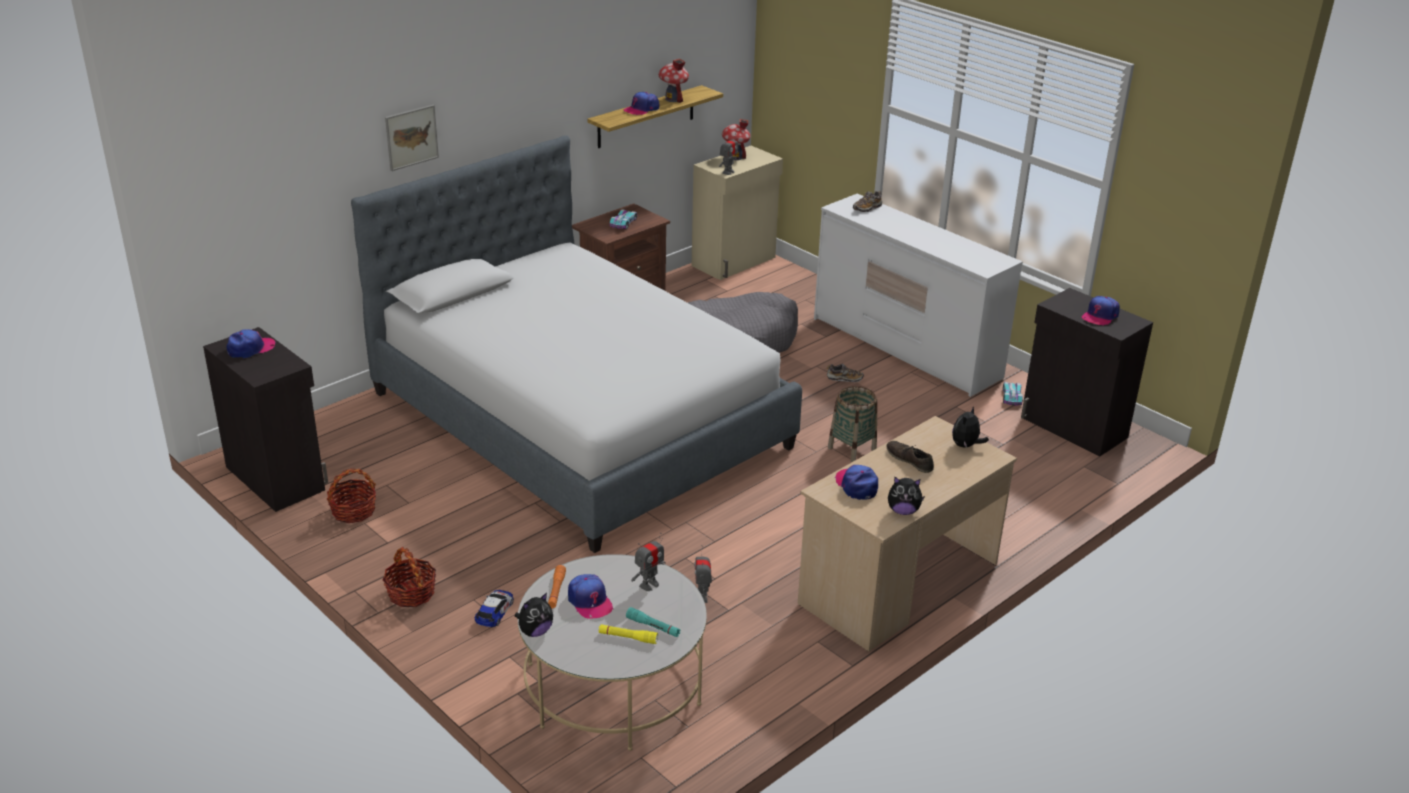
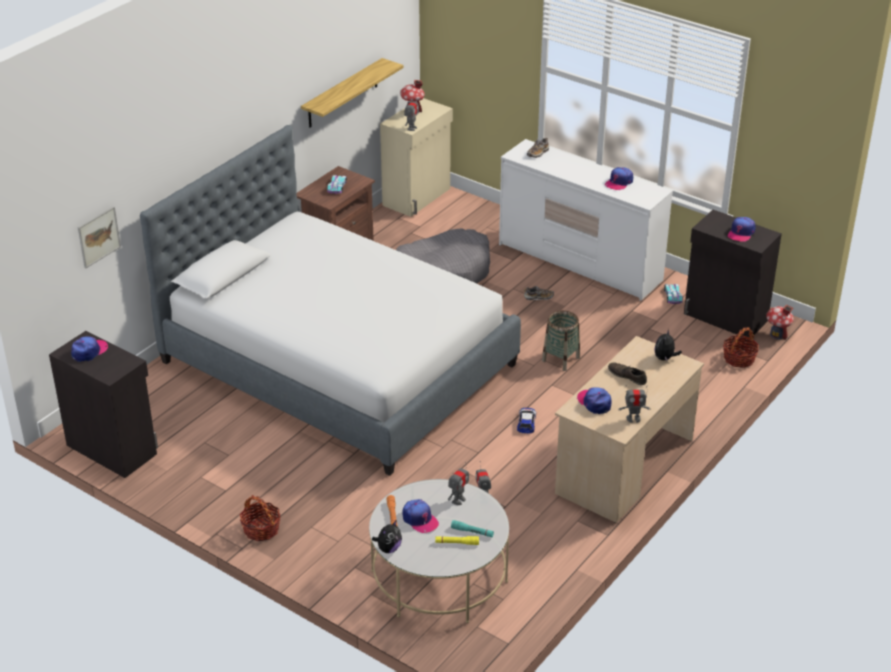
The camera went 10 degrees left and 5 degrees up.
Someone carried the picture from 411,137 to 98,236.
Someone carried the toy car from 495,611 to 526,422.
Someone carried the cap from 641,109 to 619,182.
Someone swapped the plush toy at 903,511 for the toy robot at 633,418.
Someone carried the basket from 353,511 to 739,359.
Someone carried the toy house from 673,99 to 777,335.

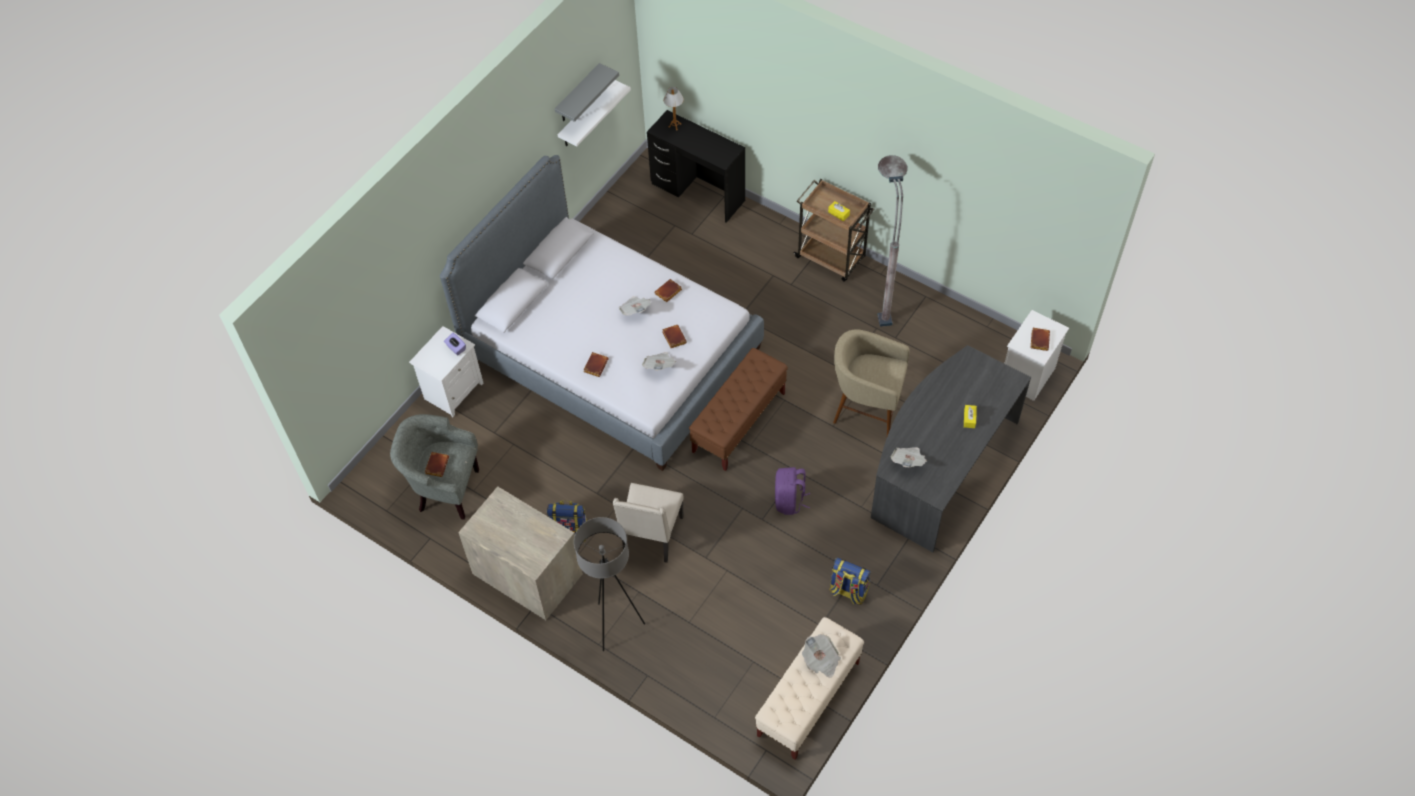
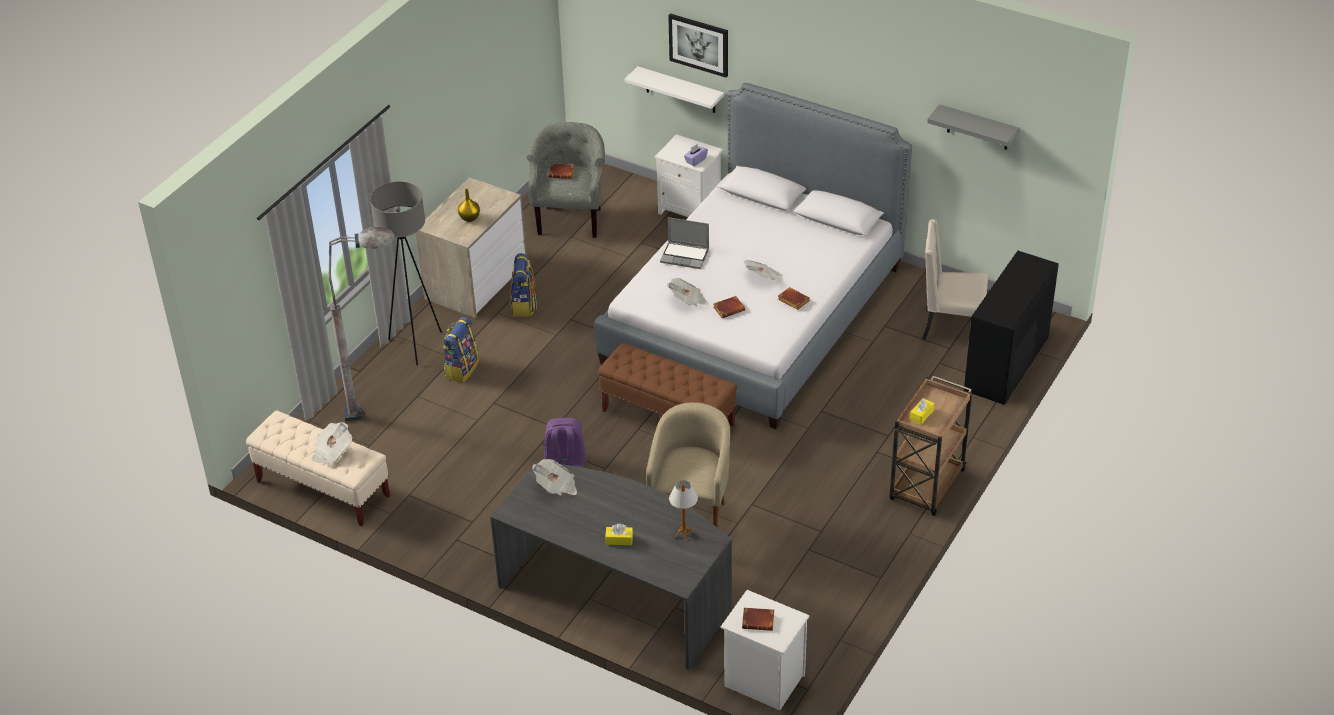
The camera went 85 degrees right and 15 degrees down.
Someone carried the grey floor lamp from 880,297 to 387,411.
Someone carried the backpack from 848,591 to 461,369.
Someone put down the yellow vase at 470,218.
Someone carried the white shelf from 586,114 to 680,90.
Someone swapped the brown book at 595,365 for the laptop at 685,256.
Someone put up the picture at 699,44.
Someone carried the table lamp from 675,125 to 684,534.
Someone carried the beige chair from 652,536 to 950,327.

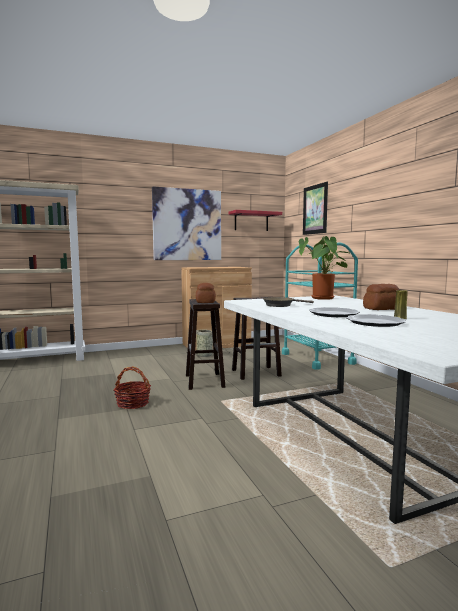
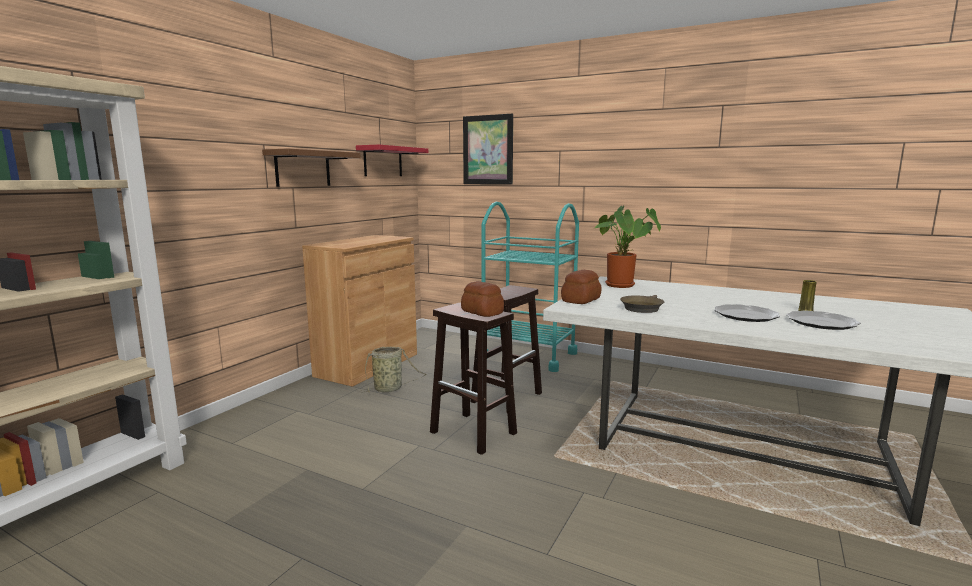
The camera went 40 degrees left and 5 degrees up.
Someone swapped the picture at 187,225 for the brown shelf at 303,168.
Someone carried the bread from 381,308 to 580,300.
Someone took away the basket at 133,403.

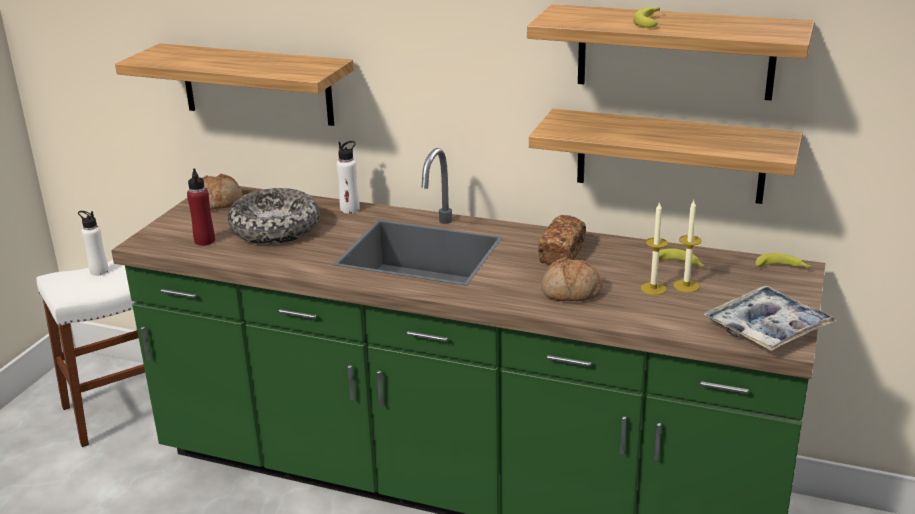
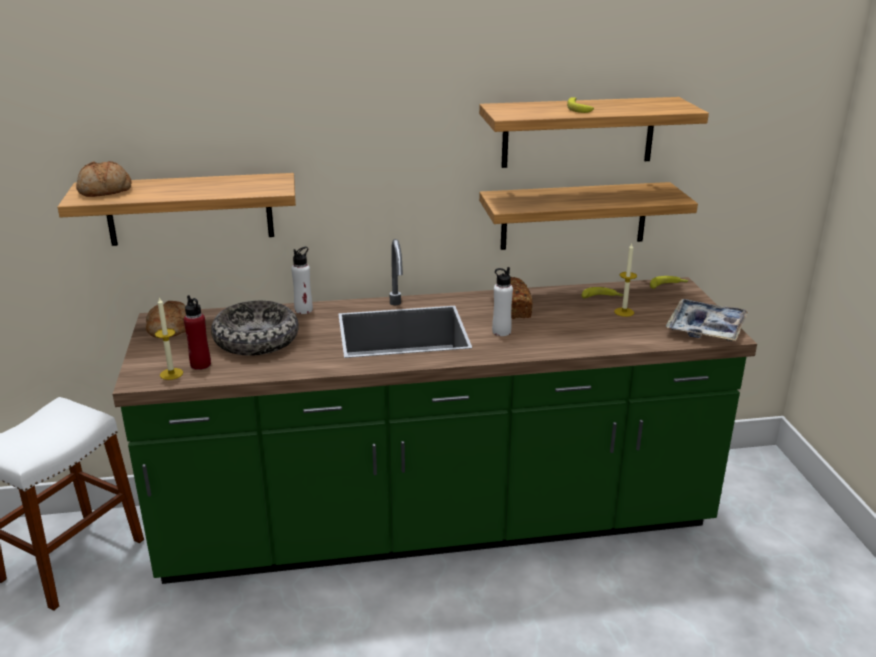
The camera went 30 degrees left and 0 degrees up.
Someone carried the bread from 570,292 to 104,191.
Someone carried the candle from 653,289 to 171,374.
Someone carried the white bottle from 99,271 to 501,332.

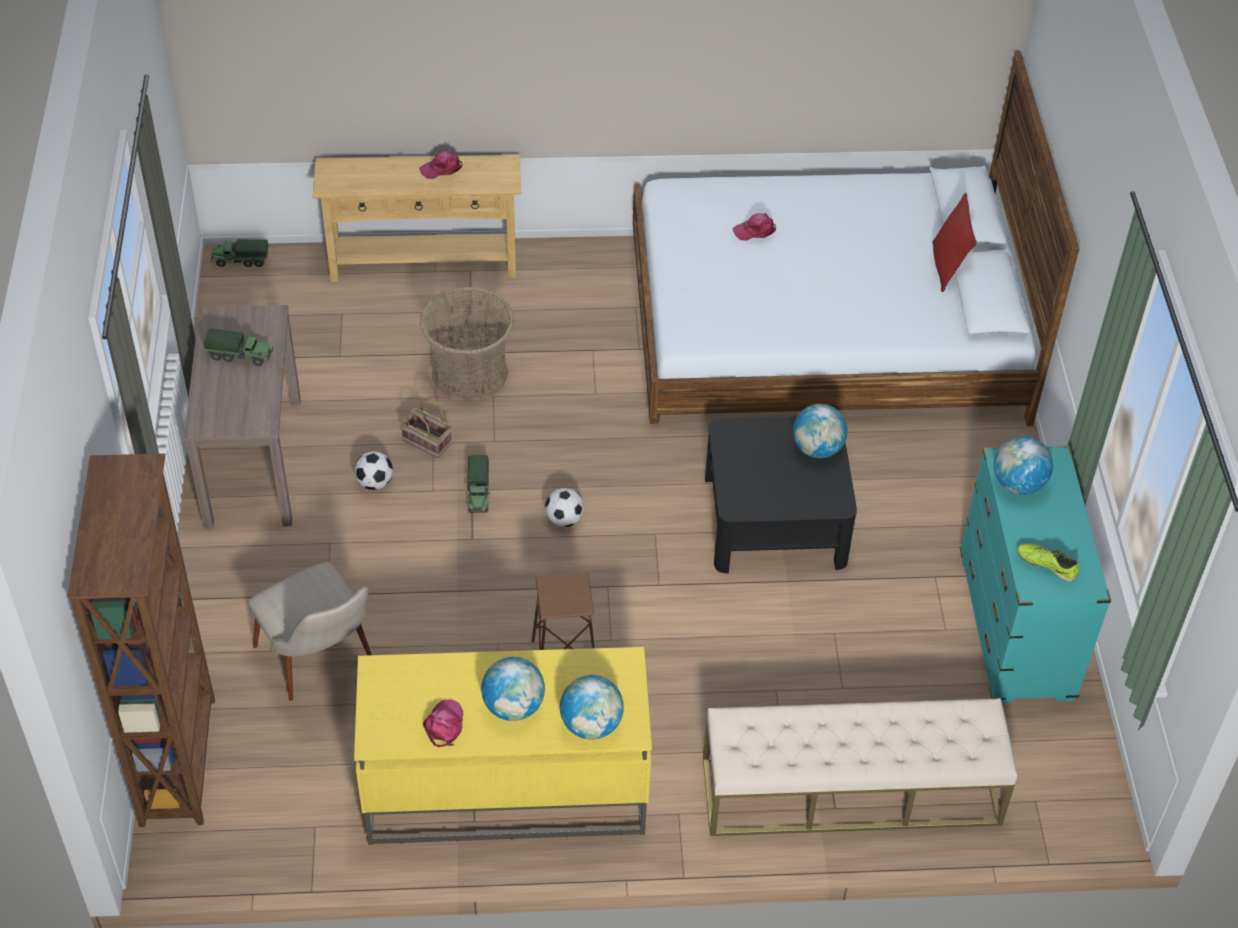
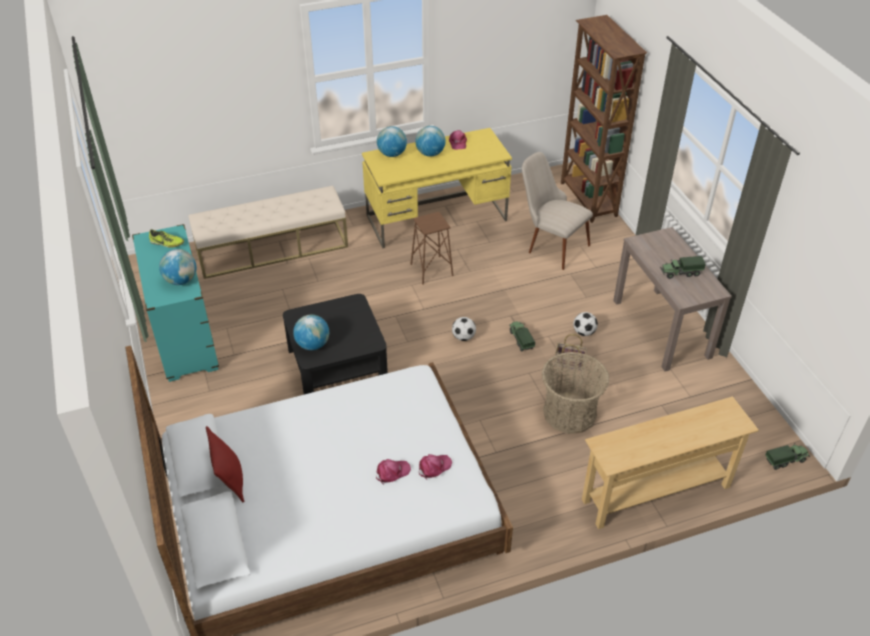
The camera went 165 degrees right and 5 degrees down.
Someone carried the pink cap from 442,168 to 434,467.

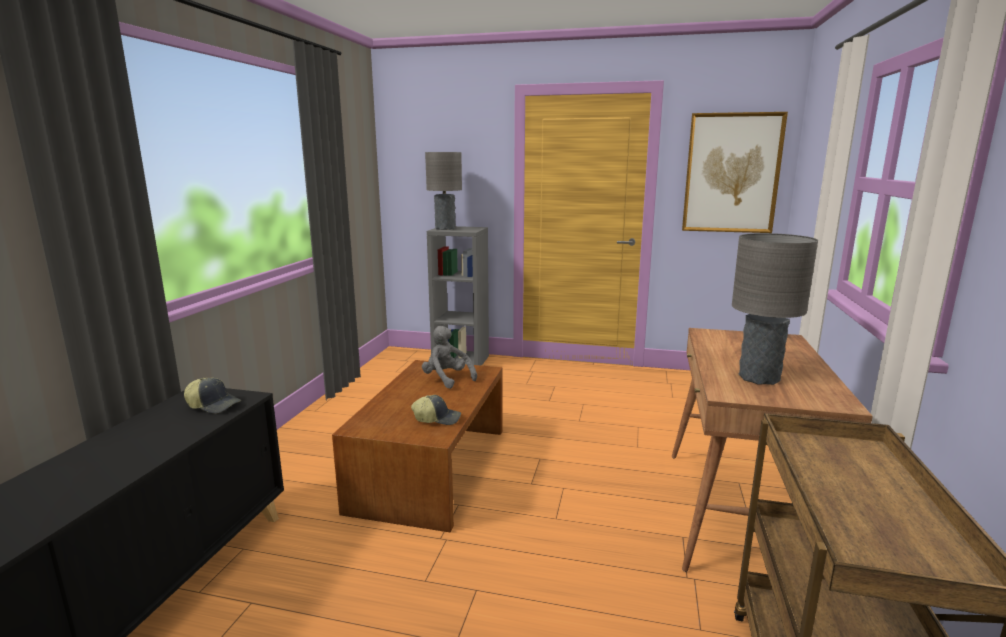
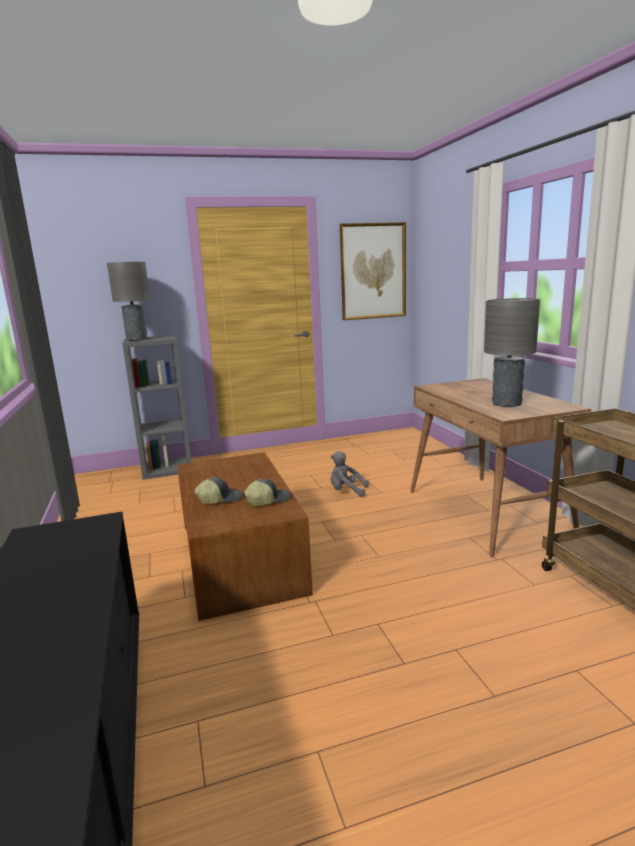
The camera went 30 degrees left and 0 degrees up.
Someone carried the cap from 214,405 to 220,499.
Someone carried the grey plush toy from 447,379 to 346,491.

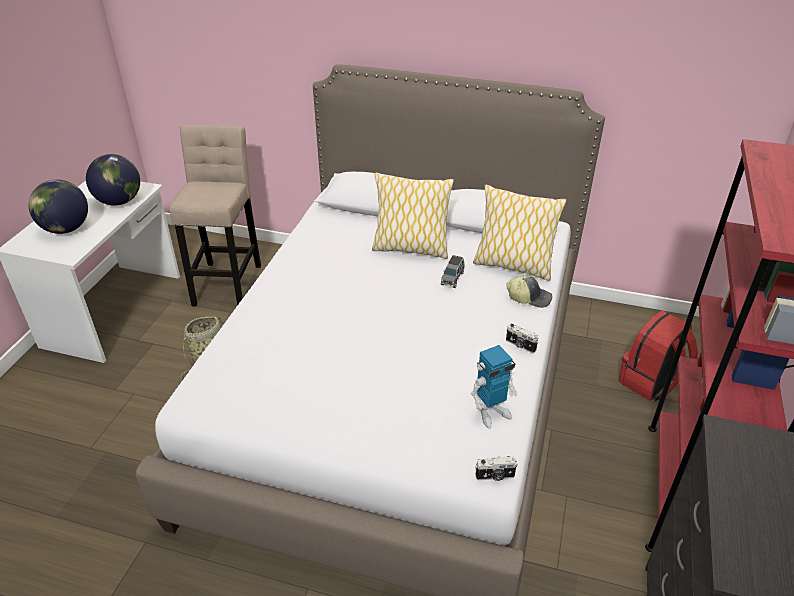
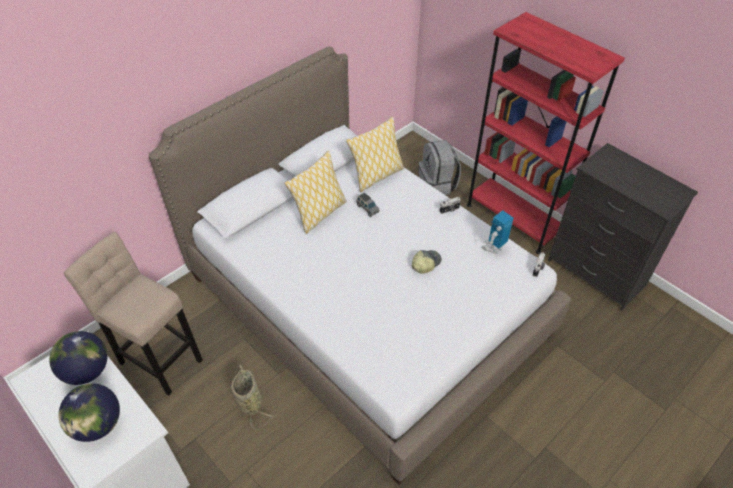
The camera went 60 degrees left and 10 degrees up.
Someone carried the cap from 529,297 to 425,263.
Someone repainted the red backpack at 651,382, which became the grey backpack at 437,185.
Someone rotated the toy robot at 491,413 by 135 degrees counterclockwise.

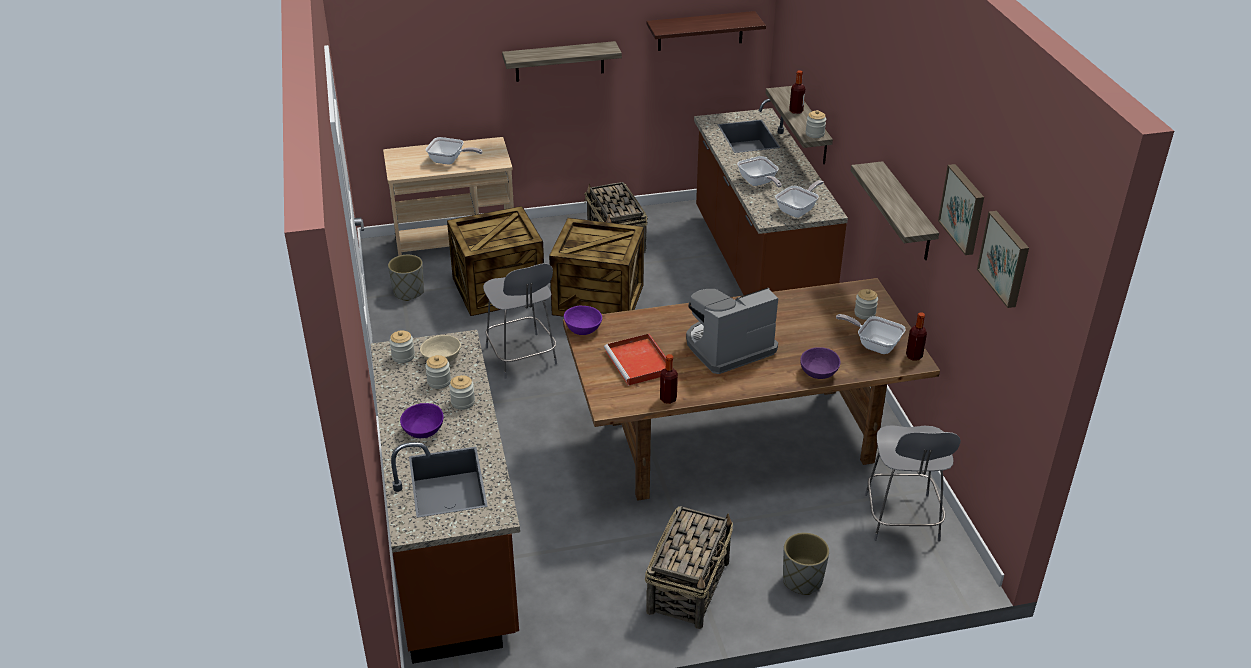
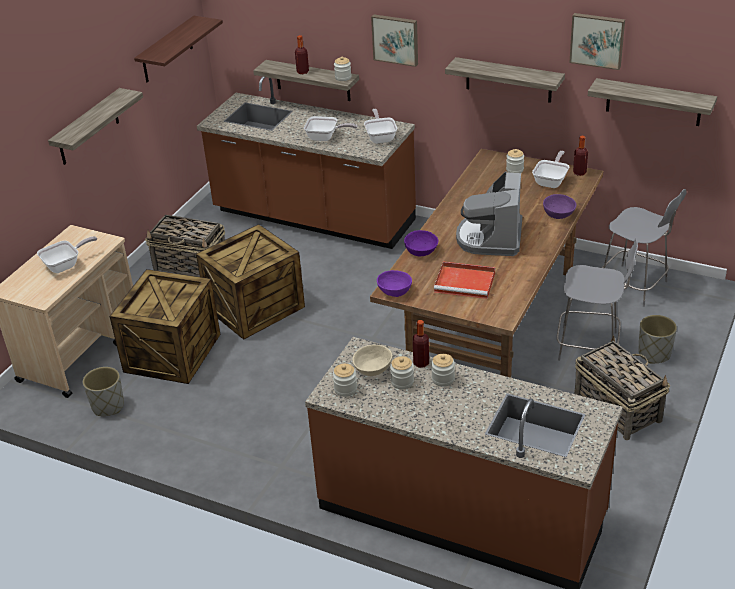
The camera went 50 degrees left and 0 degrees up.
Someone carried the picture from 1006,258 to 395,39.
Someone carried the purple bowl from 423,430 to 420,251.
Someone carried the bottle from 668,399 to 421,363.
Someone rotated the frying pan at 874,344 by 135 degrees clockwise.
Someone carried the grey chair from 522,357 to 590,346.
Someone put up the shelf at 653,102.

